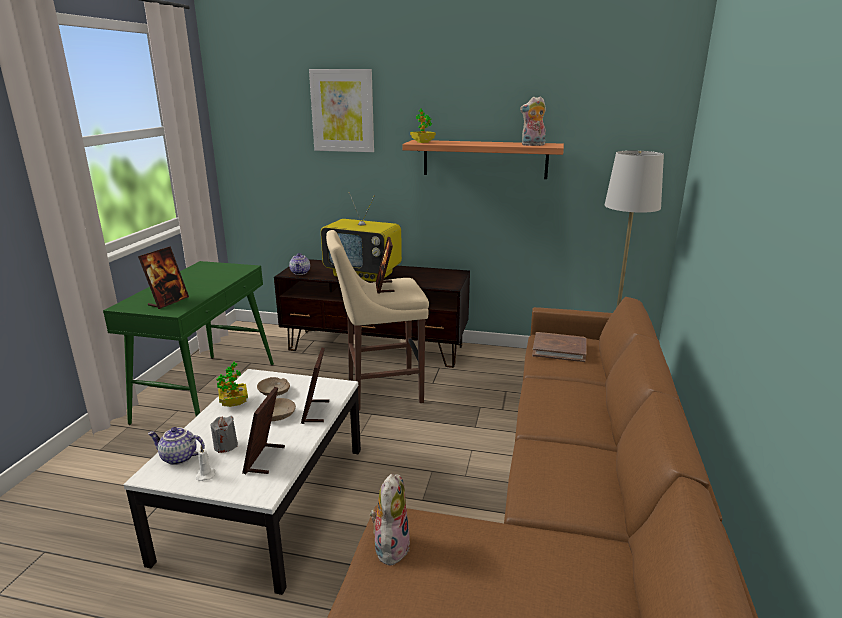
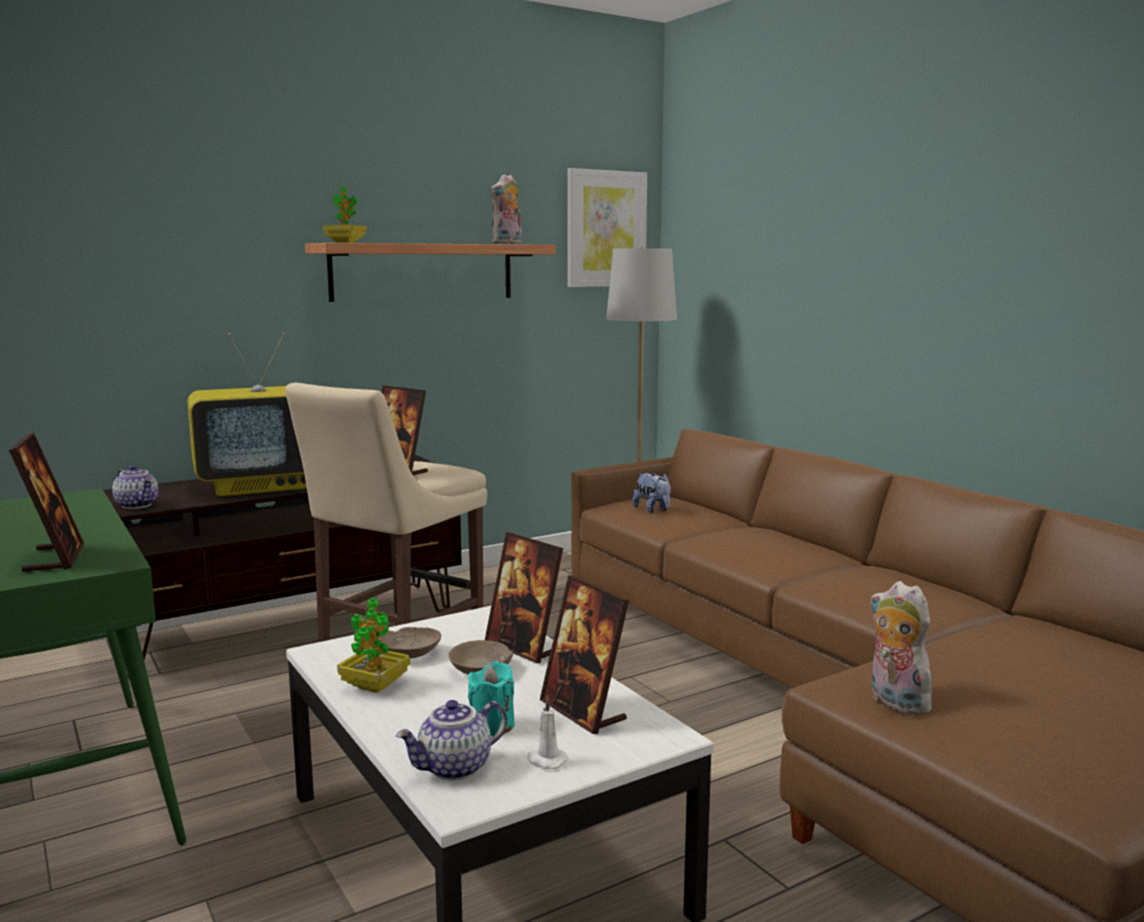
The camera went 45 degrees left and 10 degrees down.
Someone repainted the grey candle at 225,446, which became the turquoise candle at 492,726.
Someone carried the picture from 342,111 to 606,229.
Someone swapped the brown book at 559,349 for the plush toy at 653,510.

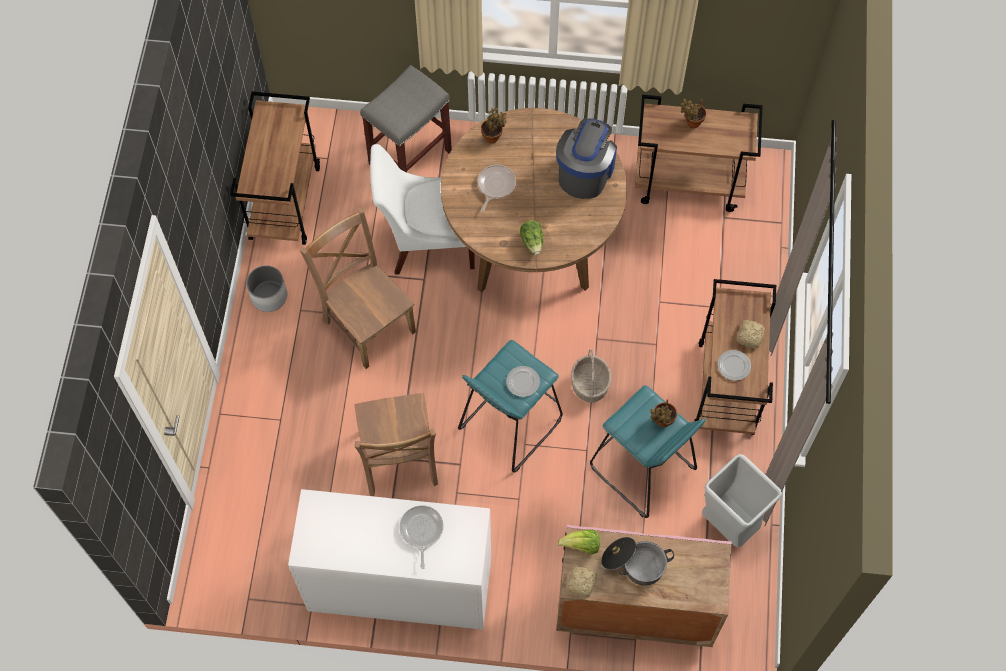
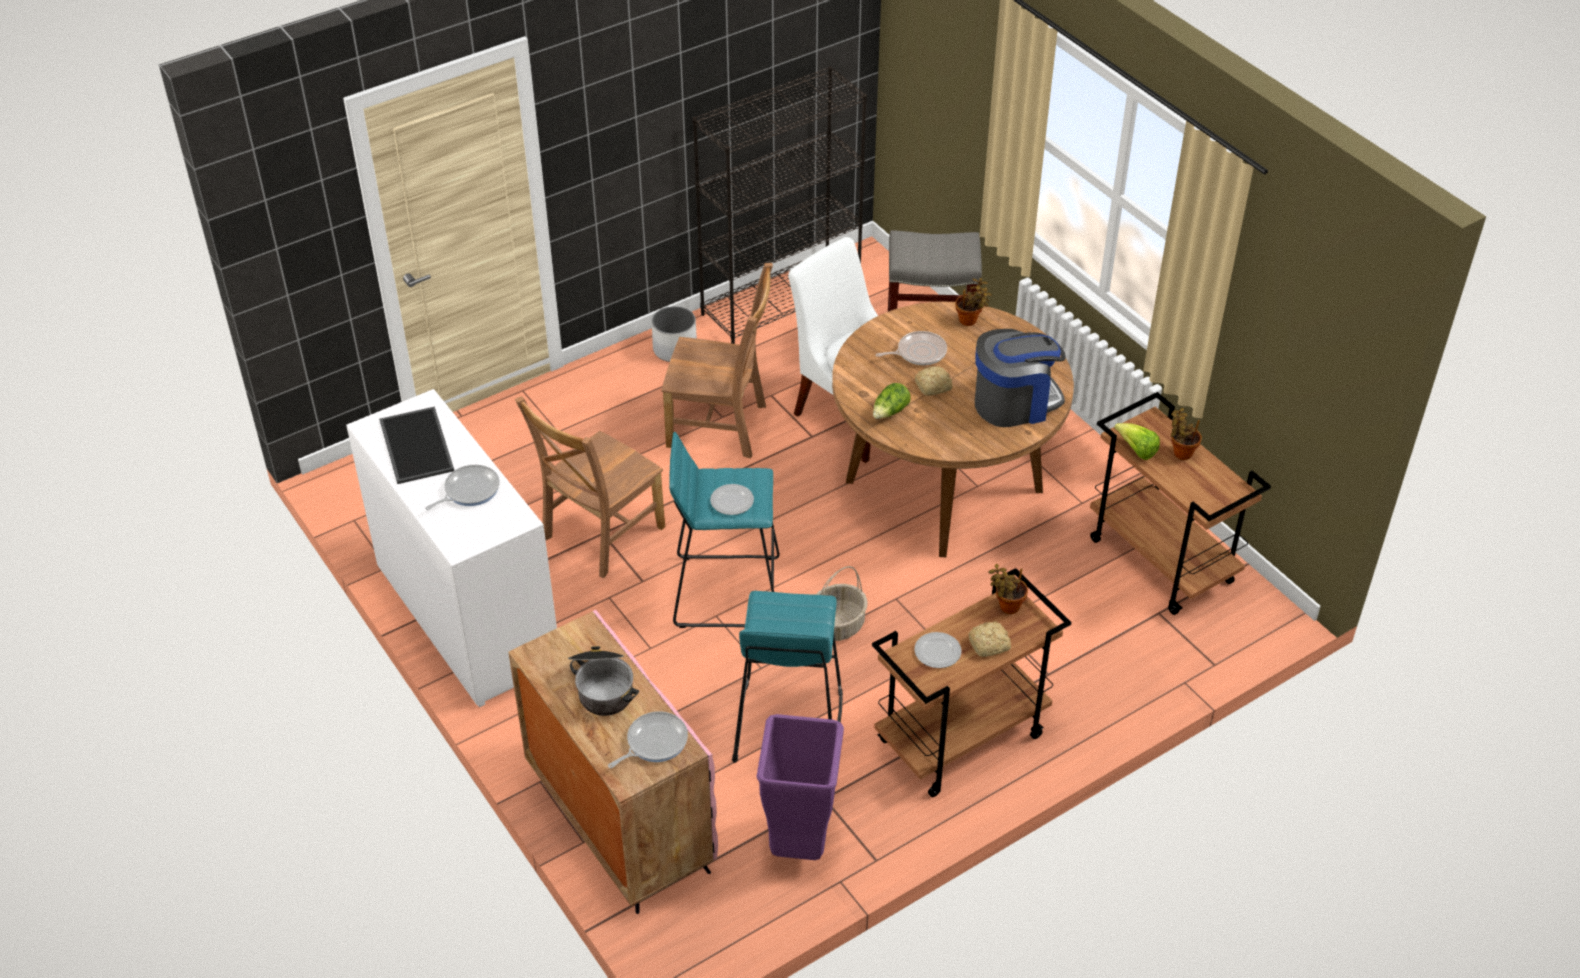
The camera went 50 degrees right and 20 degrees down.
Someone put down the tray at 414,445.
Someone put down the frying pan at 654,742.
Someone rotated the brown chair at 367,323 by 90 degrees clockwise.
Someone swapped the brown cart at 284,202 for the black bookcase at 781,301.
Someone repainted the grey trash can at 729,525, which became the purple trash can at 800,843.
Someone carried the bread from 581,582 to 934,386.
Someone carried the potted plant from 662,421 to 1007,606.
Someone carried the lettuce from 581,545 to 1136,450.

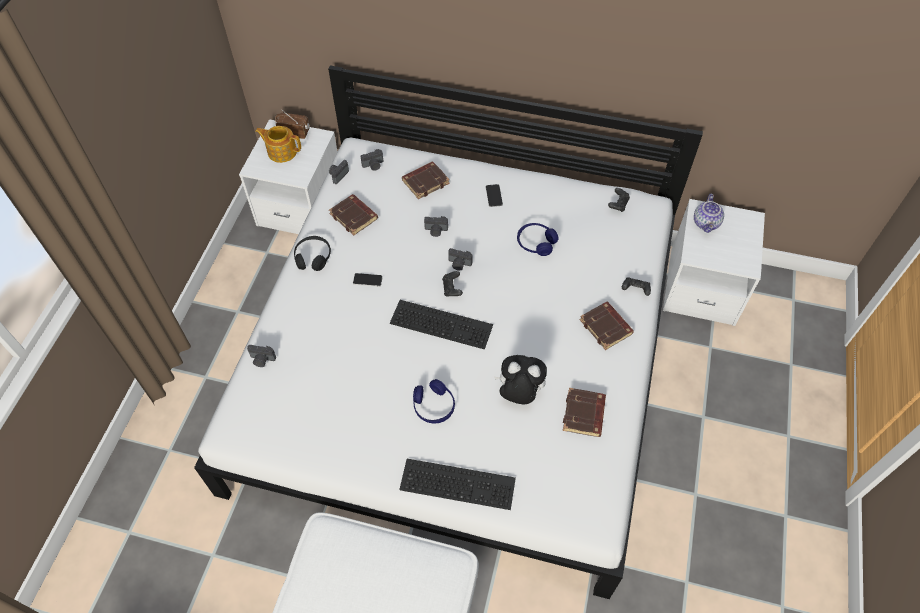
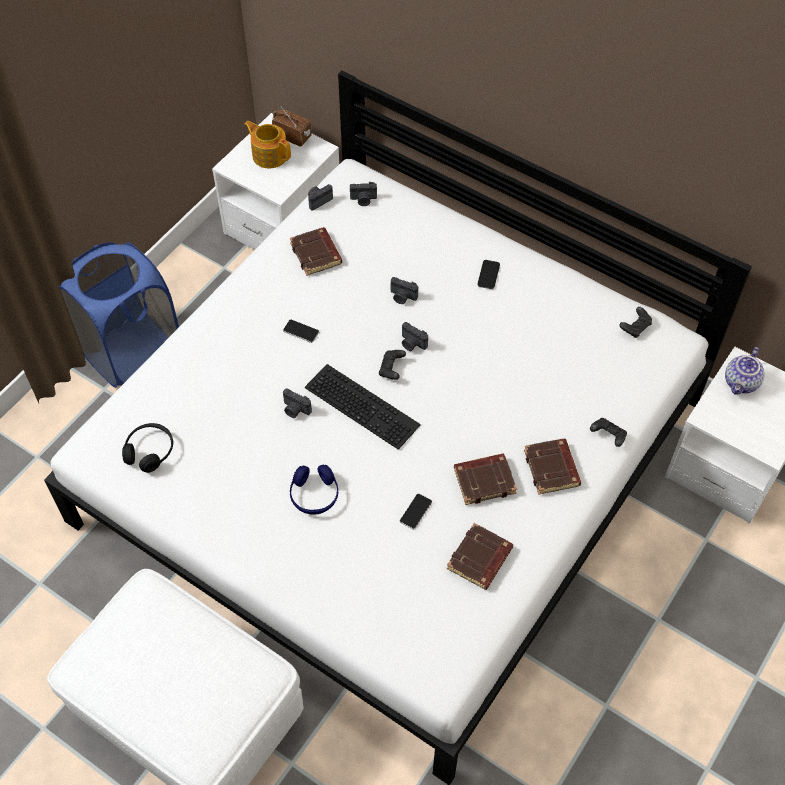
The camera went 20 degrees right and 0 degrees up.
Someone put down the blue laundry basket at 132,353.
Someone carried the black headphones from 313,257 to 150,451.
Someone carried the photo camera from 262,360 to 295,410.
Someone swapped the plush toy at 519,393 for the phone at 415,511.
Someone carried the brown book from 425,182 to 485,480.
Someone took away the keyboard at 459,482.
Someone took away the blue headphones at 536,243.

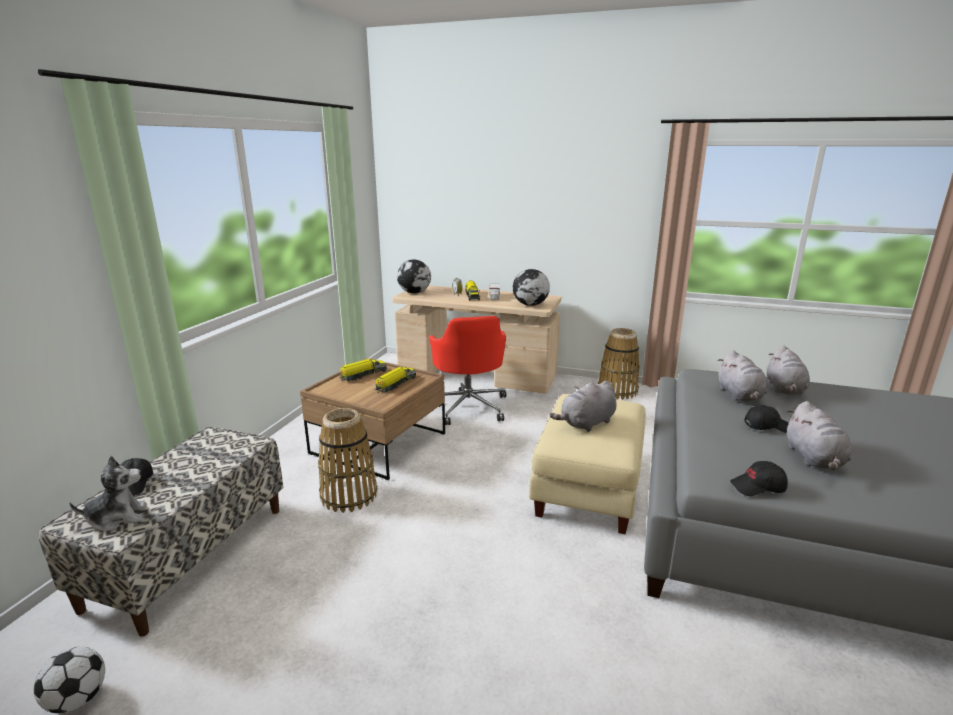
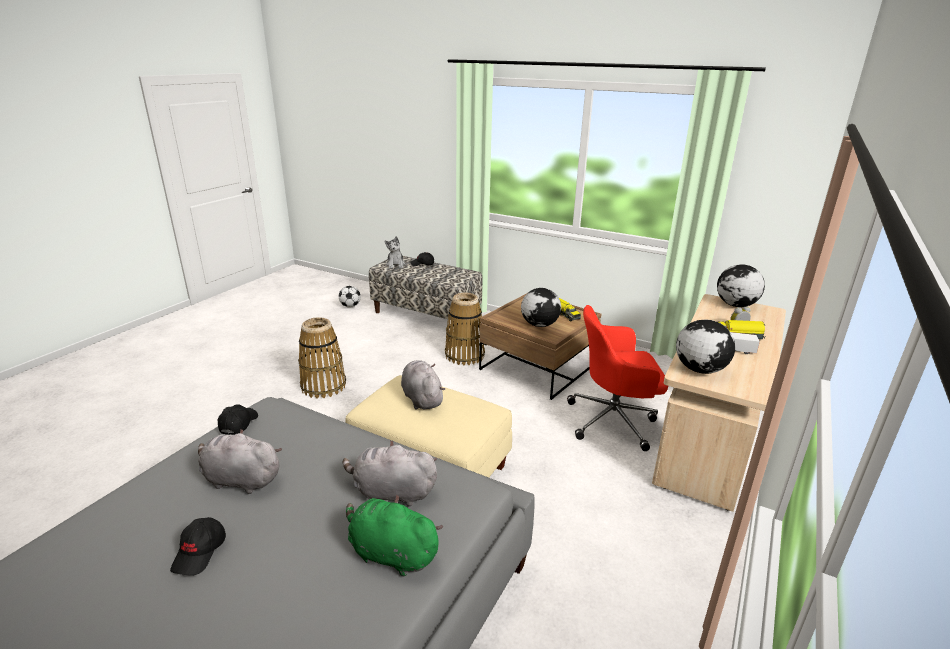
The camera went 100 degrees right and 5 degrees up.
Someone carried the black cap from 766,426 to 200,552.
Someone carried the basket from 617,391 to 324,386.
Someone repainted the grey plush toy at 784,389, which became the green plush toy at 391,553.
Someone swapped the toy truck at 395,384 for the globe at 539,325.

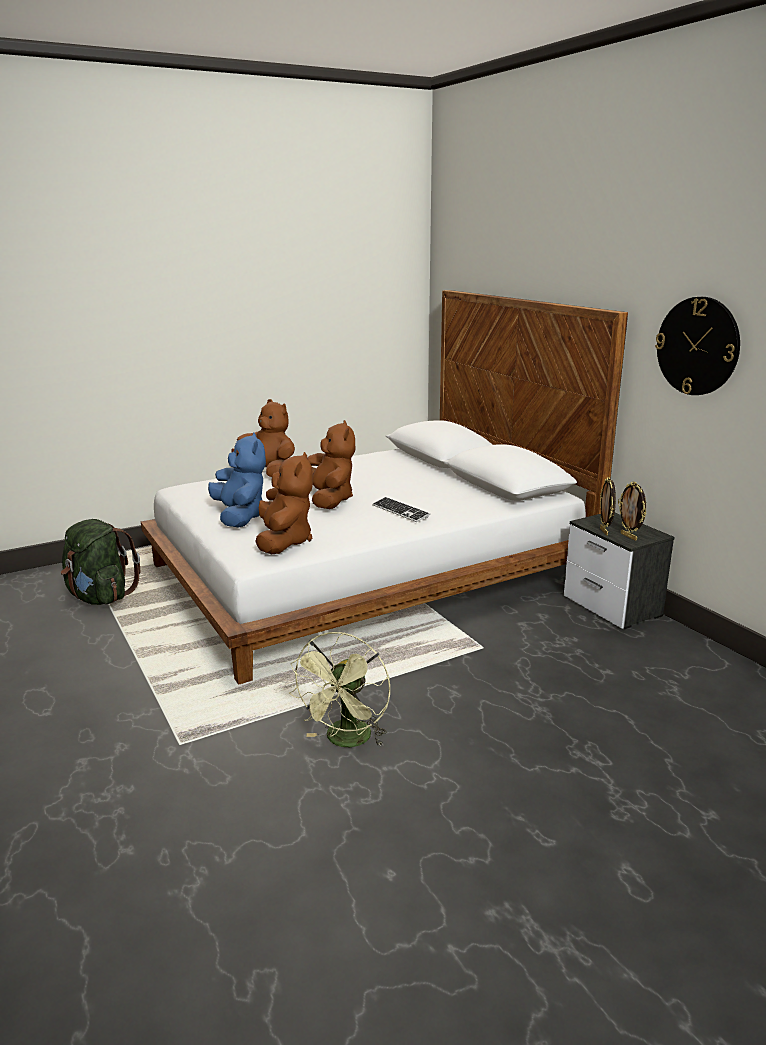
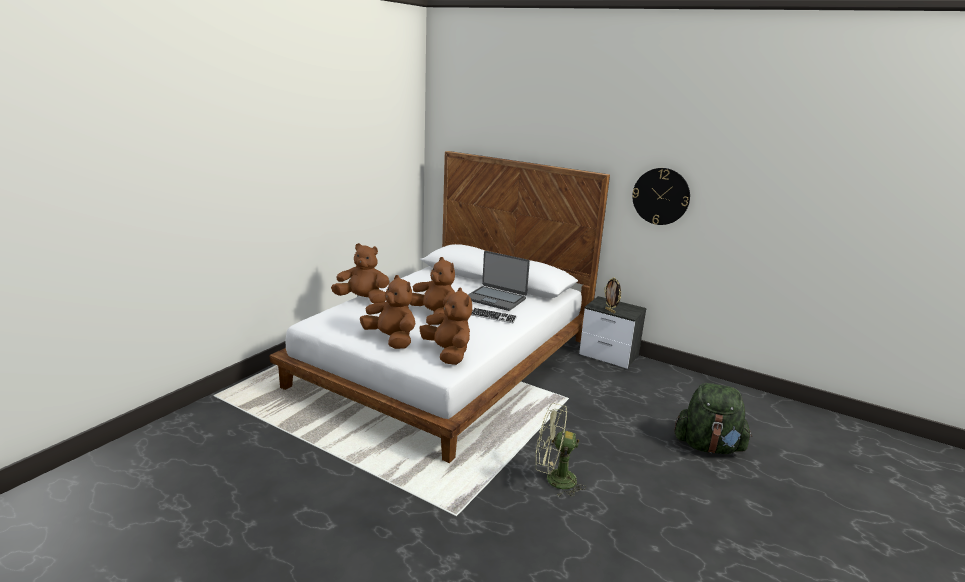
The camera went 30 degrees left and 0 degrees up.
Someone repainted the blue plush toy at 240,517, which became the brown plush toy at 391,339.
Someone put down the laptop at 495,299.
Someone rotated the green fan at 346,741 by 105 degrees clockwise.
Someone carried the green backpack from 100,597 to 708,446.
Someone took away the picture frame at 629,537.

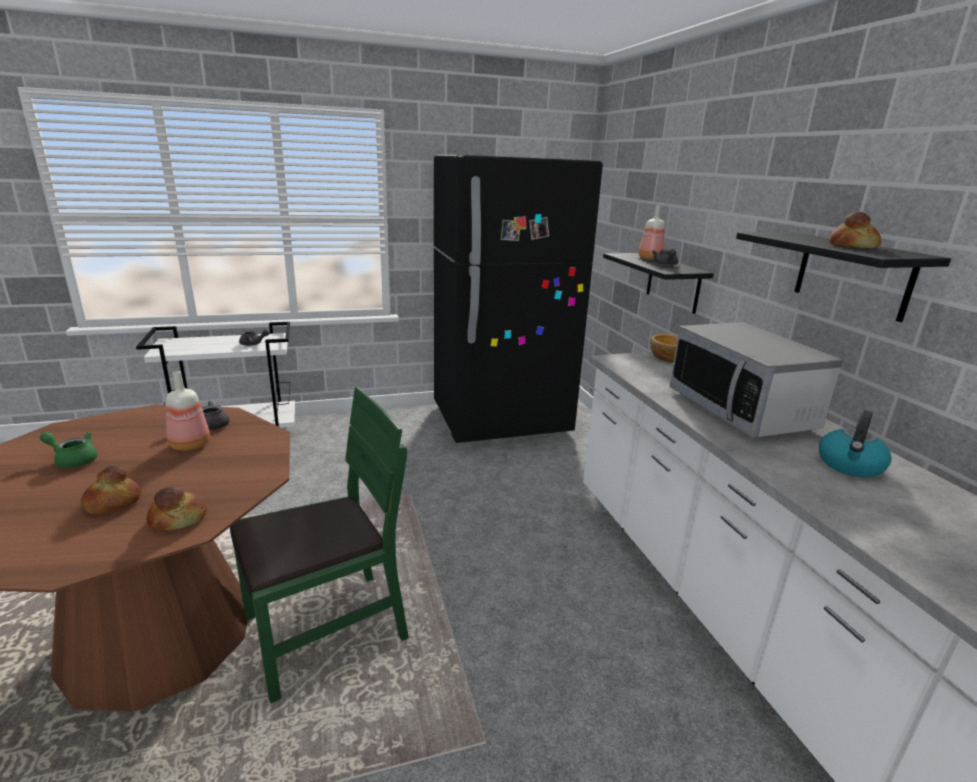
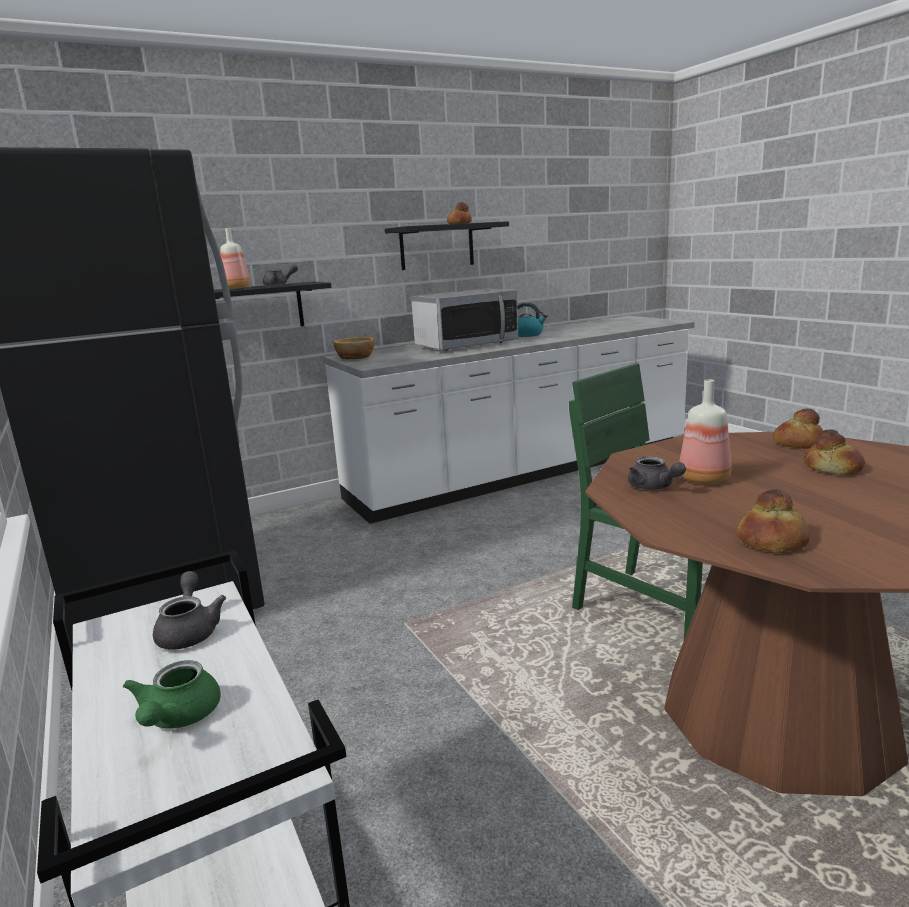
The camera went 100 degrees left and 5 degrees down.
Someone carried the green teapot from 73,460 to 178,718.
Someone put down the bread at 773,541.

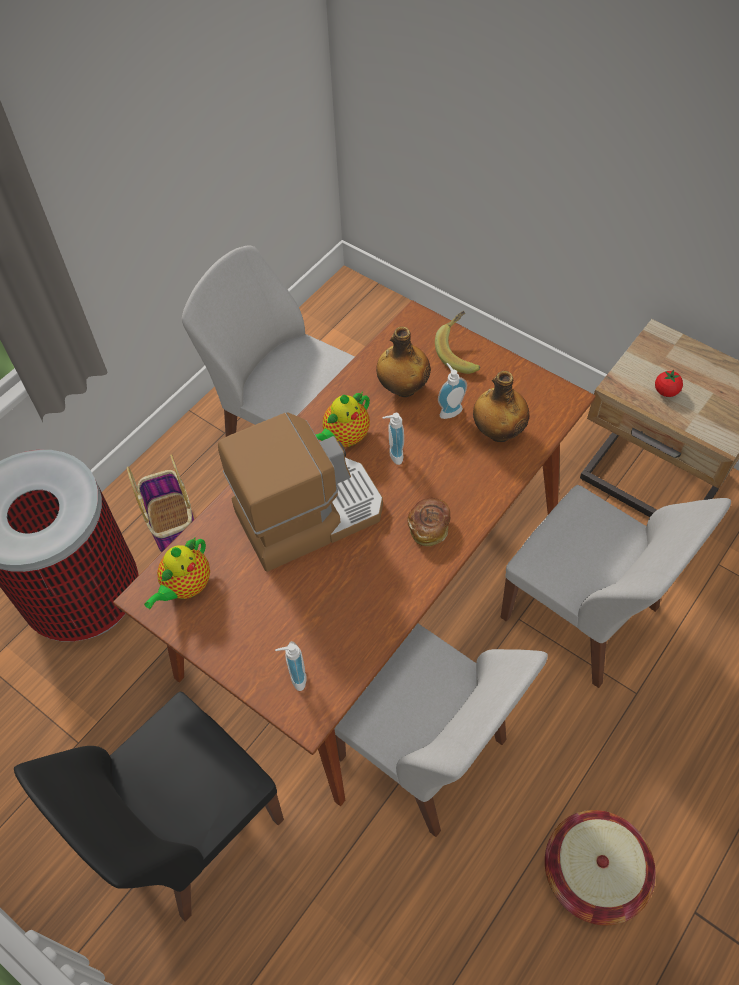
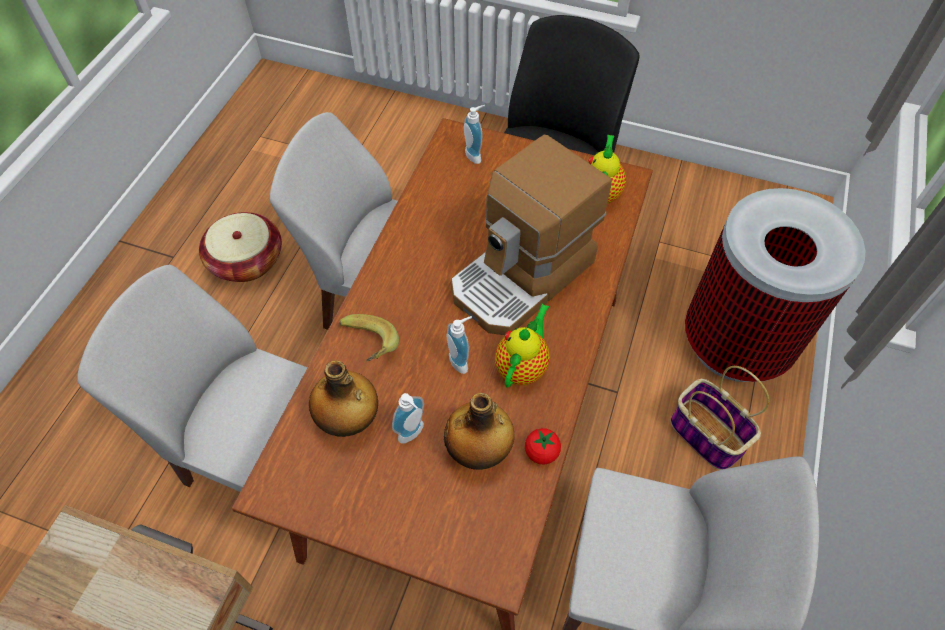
The camera went 160 degrees right and 0 degrees up.
Someone carried the banana from 461,352 to 367,348.
Someone carried the tomato from 666,391 to 541,452.
Someone took away the bread at 429,527.

